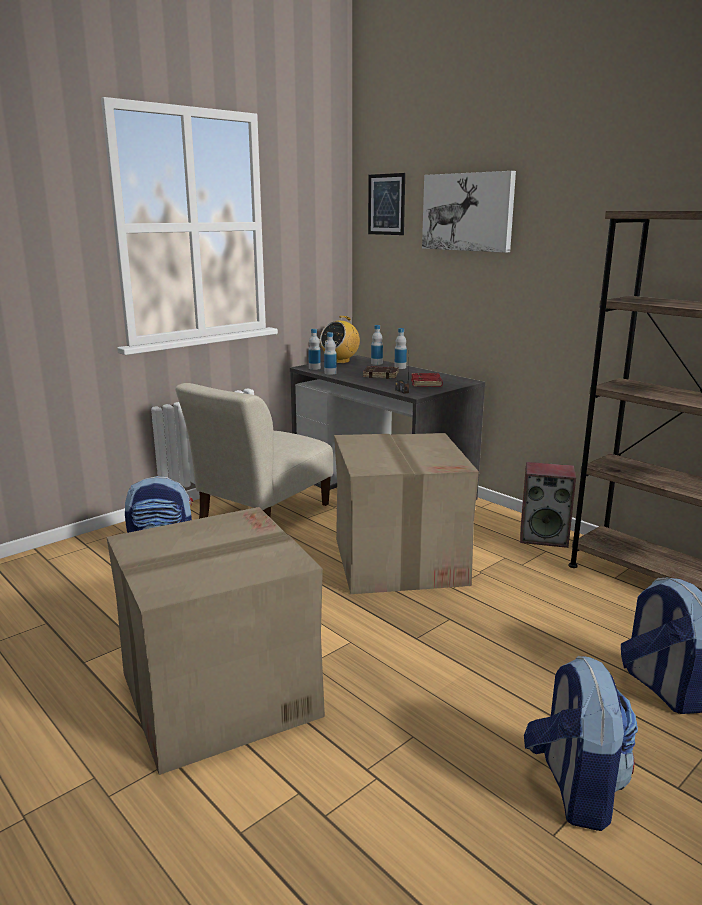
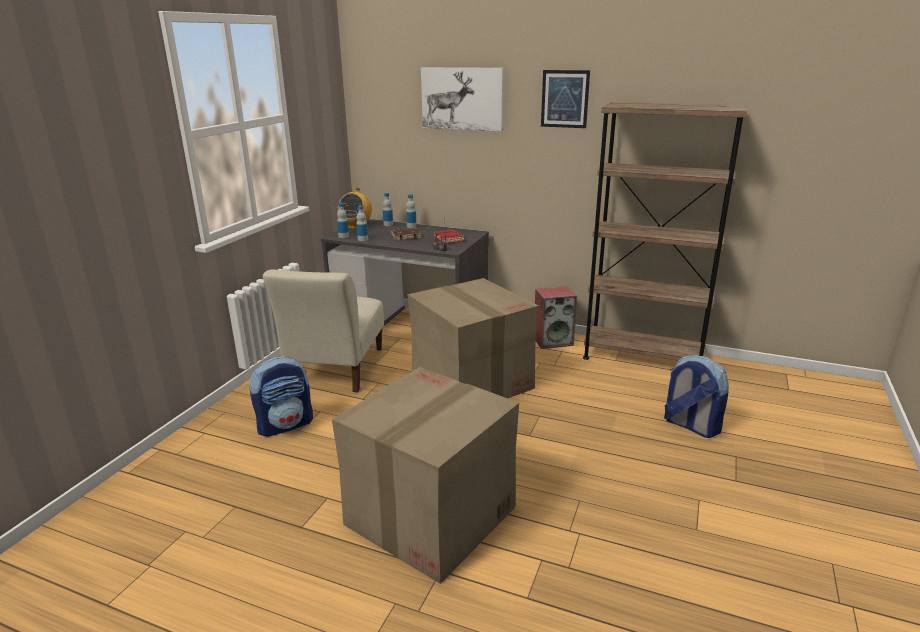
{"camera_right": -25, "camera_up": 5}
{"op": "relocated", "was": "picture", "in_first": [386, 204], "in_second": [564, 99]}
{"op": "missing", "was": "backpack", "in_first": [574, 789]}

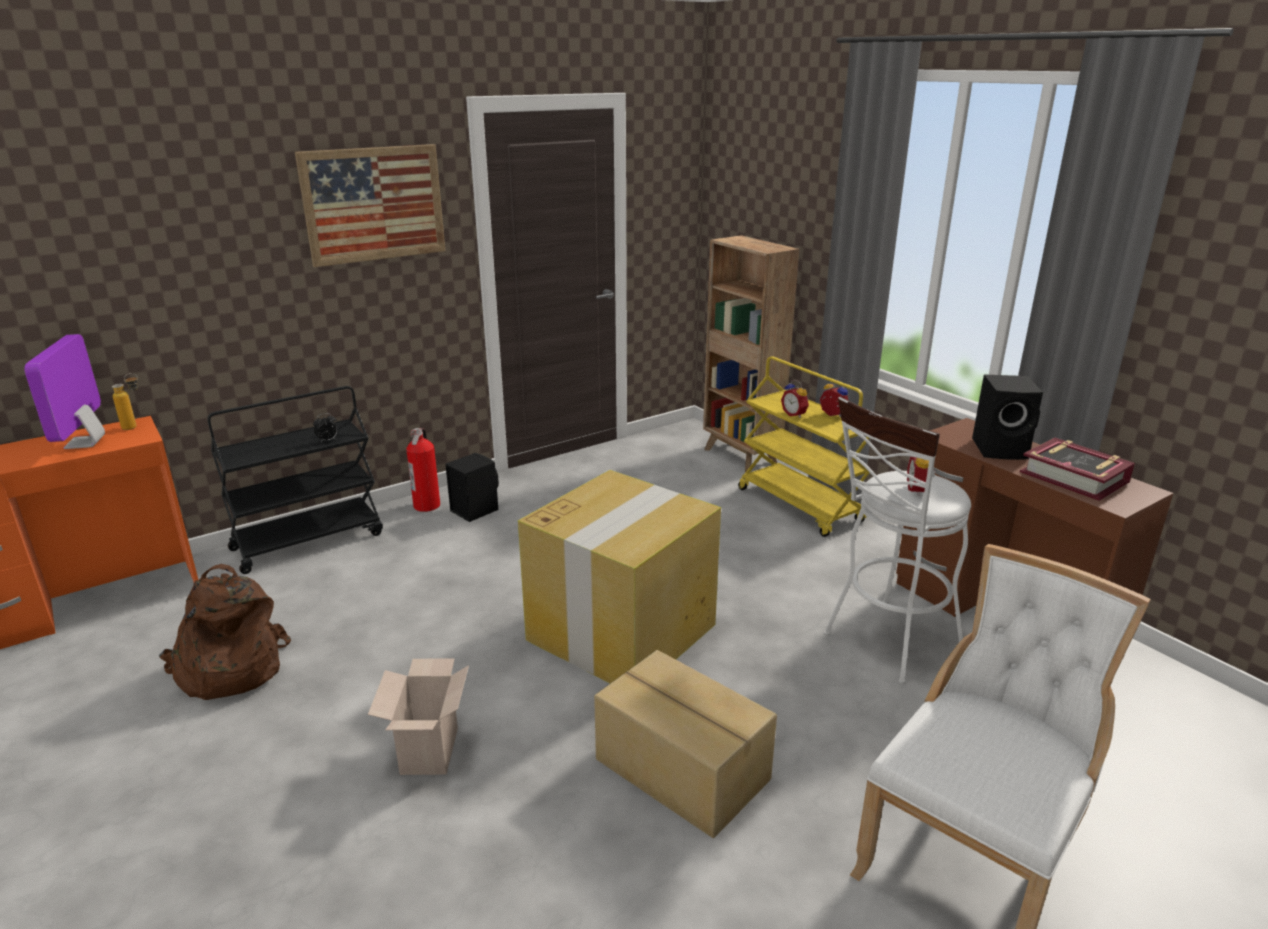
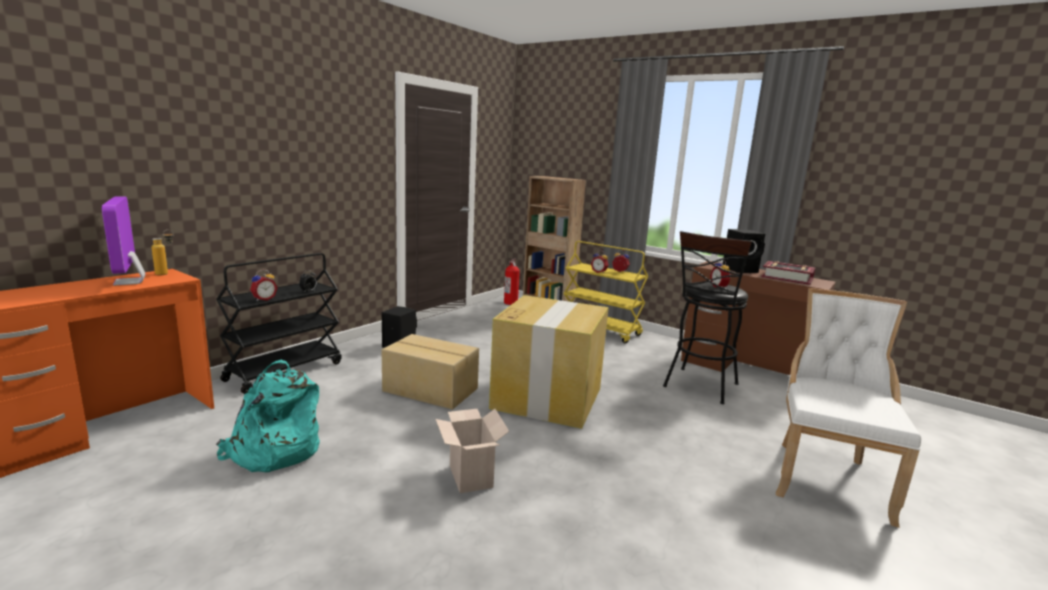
{"camera_right": -20, "camera_up": -10}
{"op": "colour", "was": "brown backpack", "now": "turquoise backpack", "in_first": [228, 669], "in_second": [273, 451]}
{"op": "missing", "was": "picture", "in_first": [374, 204]}
{"op": "relocated", "was": "fire extinguisher", "in_first": [427, 505], "in_second": [511, 303]}
{"op": "relocated", "was": "cardboard box", "in_first": [681, 771], "in_second": [430, 390]}
{"op": "colour", "was": "white stool", "now": "black stool", "in_first": [885, 644], "in_second": [699, 387]}
{"op": "appeared", "now": "alarm clock", "in_second": [263, 299]}

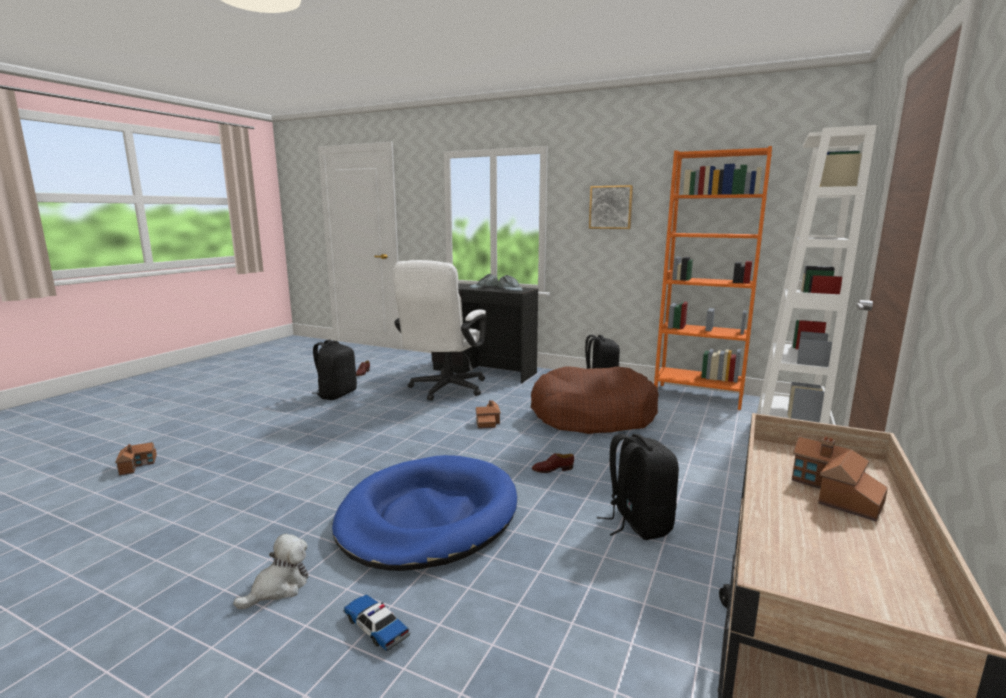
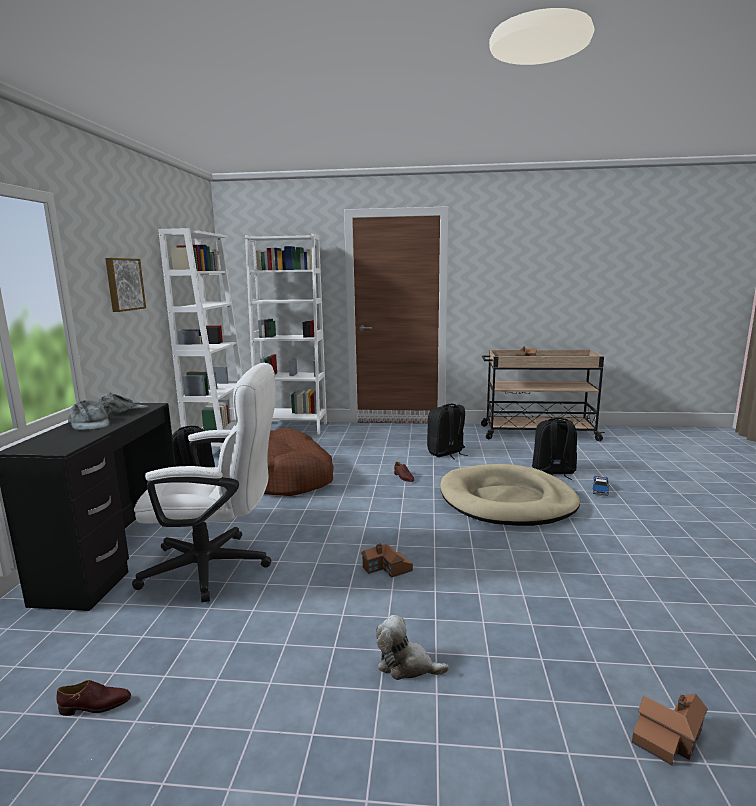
{"camera_right": -110, "camera_up": 0}
{"op": "relocated", "was": "plush toy", "in_first": [279, 587], "in_second": [406, 665]}
{"op": "relocated", "was": "black backpack", "in_first": [336, 394], "in_second": [553, 472]}
{"op": "colour", "was": "blue dog bed", "now": "beige dog bed", "in_first": [428, 517], "in_second": [507, 500]}
{"op": "relocated", "was": "toy house", "in_first": [488, 422], "in_second": [387, 568]}
{"op": "colour", "was": "orange bookcase", "now": "white bookcase", "in_first": [698, 396], "in_second": [220, 447]}

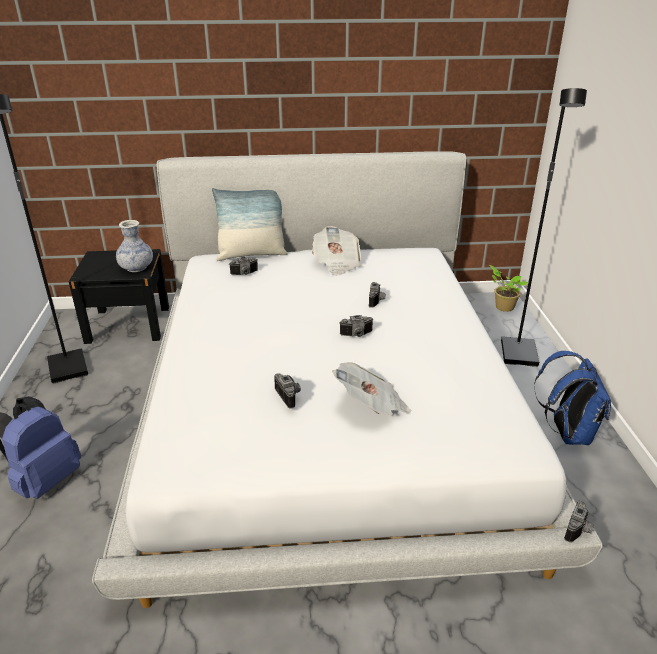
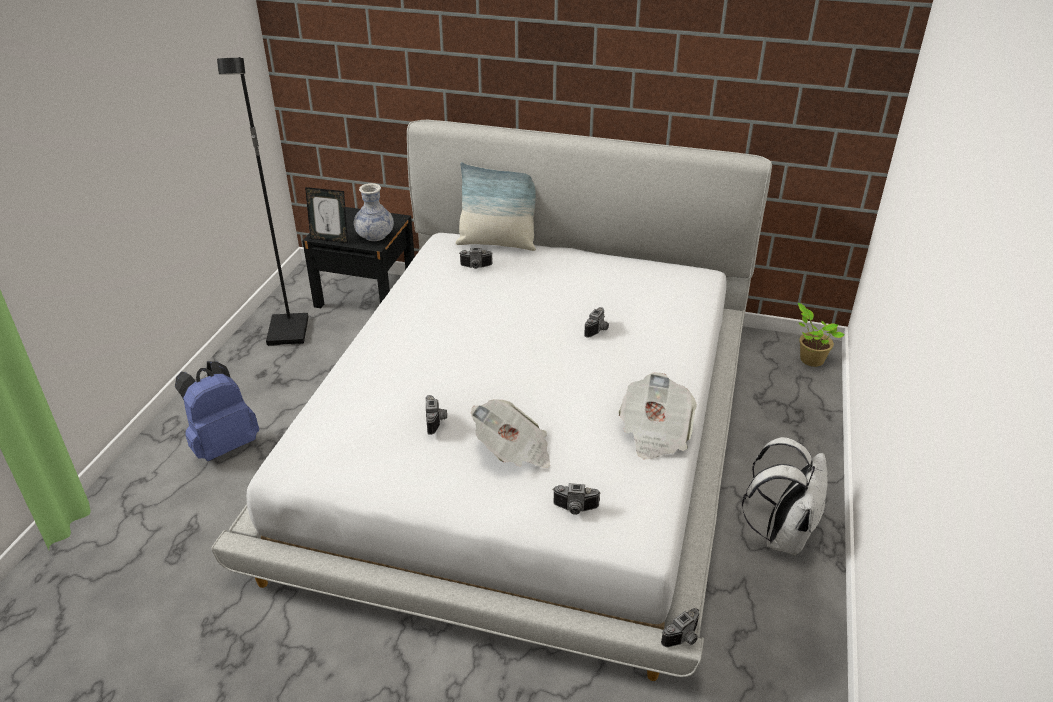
{"camera_right": 20, "camera_up": 5}
{"op": "relocated", "was": "newspaper", "in_first": [336, 264], "in_second": [655, 433]}
{"op": "relocated", "was": "photo camera", "in_first": [357, 335], "in_second": [575, 509]}
{"op": "missing", "was": "black floor lamp", "in_first": [520, 354]}
{"op": "colour", "was": "blue backpack", "now": "white backpack", "in_first": [567, 433], "in_second": [781, 535]}
{"op": "appeared", "now": "picture frame", "in_second": [330, 239]}

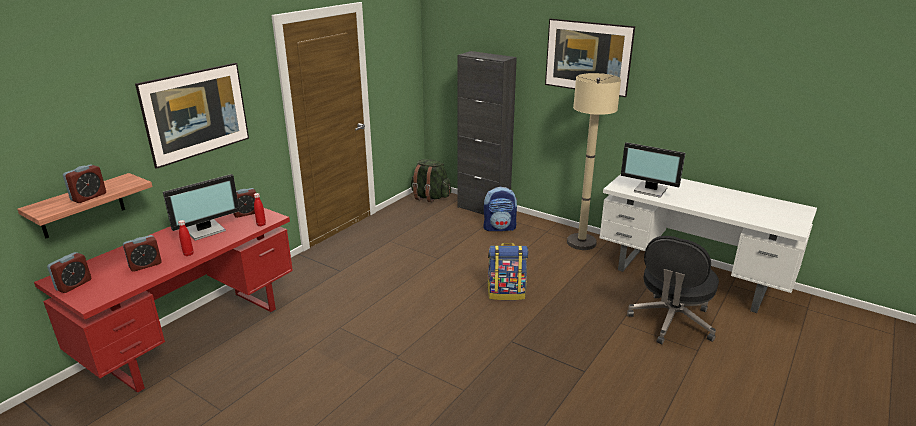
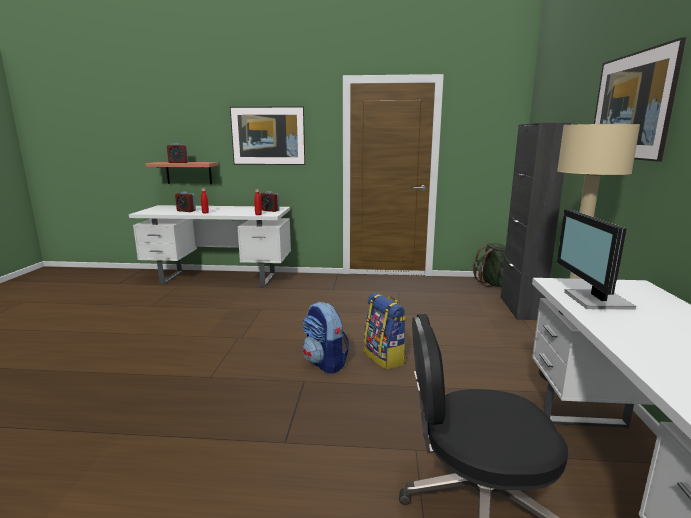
{"camera_right": 60, "camera_up": -10}
{"op": "colour", "was": "red desk", "now": "white desk", "in_first": [195, 336], "in_second": [219, 279]}
{"op": "missing", "was": "alarm clock", "in_first": [74, 285]}
{"op": "missing", "was": "monitor", "in_first": [206, 230]}
{"op": "relocated", "was": "backpack", "in_first": [499, 228], "in_second": [325, 363]}

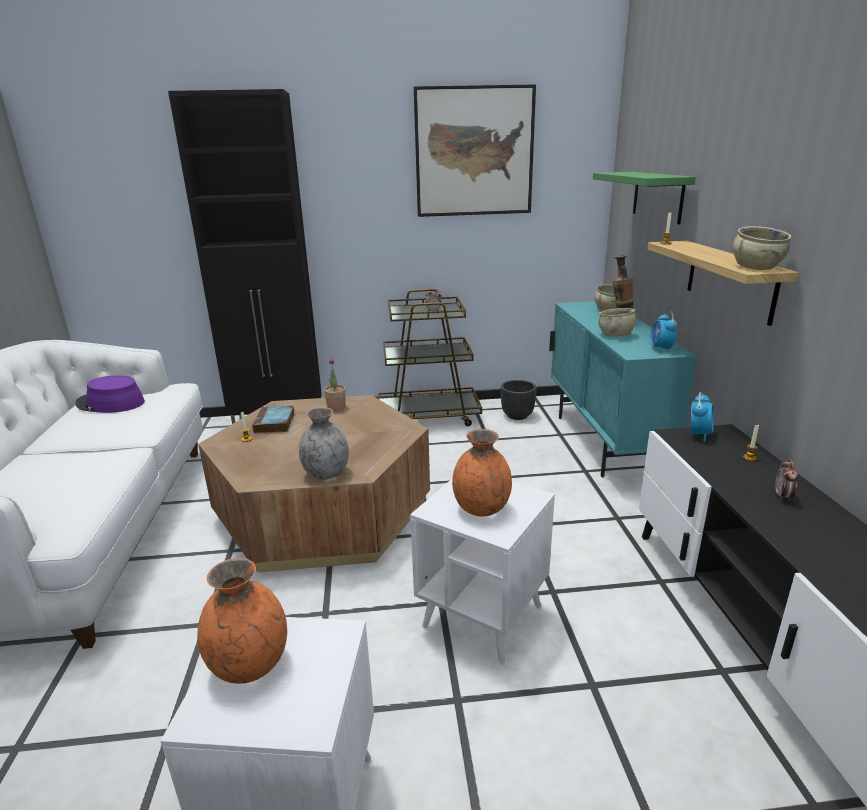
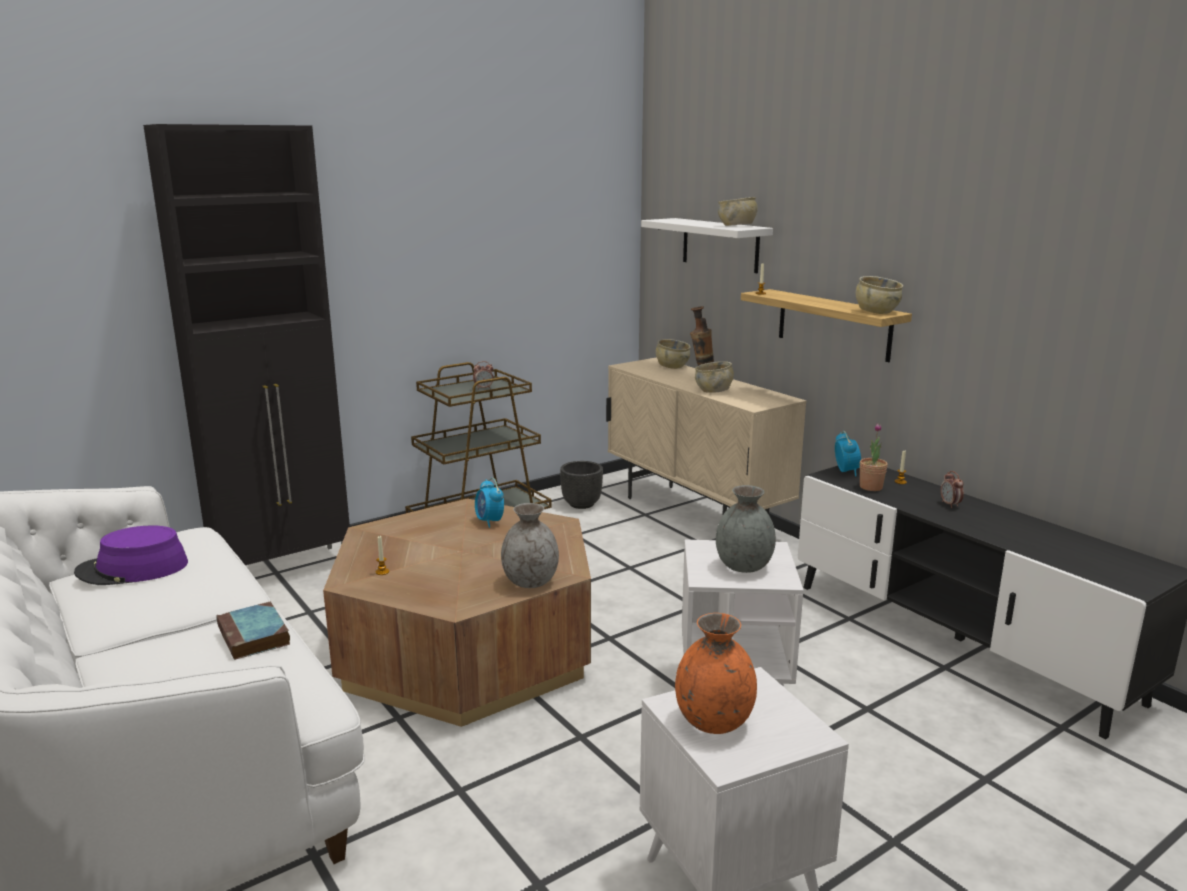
{"camera_right": -30, "camera_up": -5}
{"op": "relocated", "was": "book", "in_first": [275, 423], "in_second": [255, 637]}
{"op": "relocated", "was": "potted plant", "in_first": [336, 408], "in_second": [871, 487]}
{"op": "missing", "was": "picture", "in_first": [474, 152]}
{"op": "colour", "was": "orange vase", "now": "grey vase", "in_first": [481, 508], "in_second": [744, 567]}
{"op": "colour", "was": "turquoise cabinet", "now": "beige cabinet", "in_first": [603, 443], "in_second": [695, 514]}
{"op": "colour", "was": "green shelf", "now": "white shelf", "in_first": [657, 196], "in_second": [720, 245]}
{"op": "relocated", "was": "alarm clock", "in_first": [661, 349], "in_second": [489, 521]}
{"op": "appeared", "now": "beige bowl", "in_second": [737, 226]}

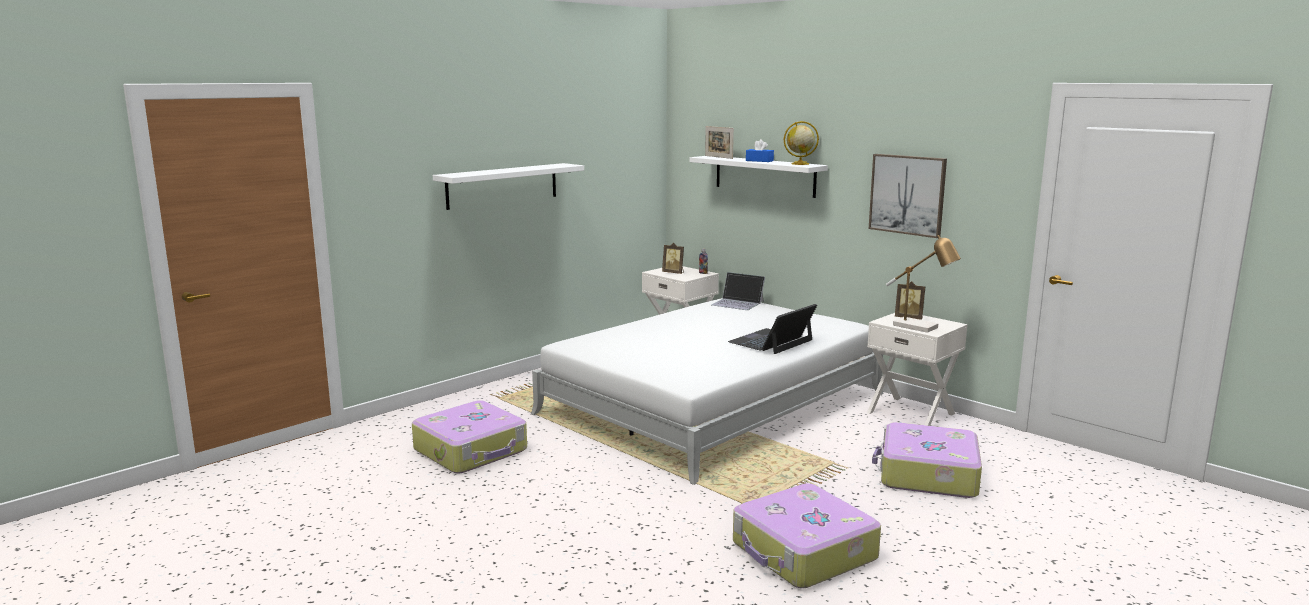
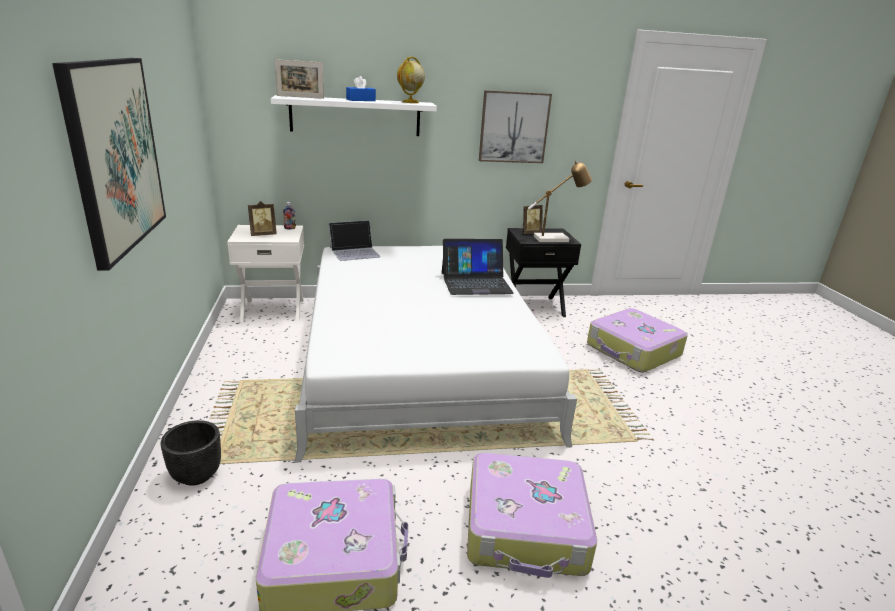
{"camera_right": -55, "camera_up": 10}
{"op": "exchanged", "was": "white shelf", "now": "picture", "in_first": [502, 185], "in_second": [115, 156]}
{"op": "spun", "was": "laptop", "in_first": [771, 341], "in_second": [476, 282], "clockwise": -90}
{"op": "relocated", "was": "suitcase", "in_first": [803, 552], "in_second": [526, 528]}
{"op": "colour", "was": "white nightstand", "now": "black nightstand", "in_first": [911, 413], "in_second": [533, 306]}
{"op": "appeared", "now": "black planter", "in_second": [196, 475]}

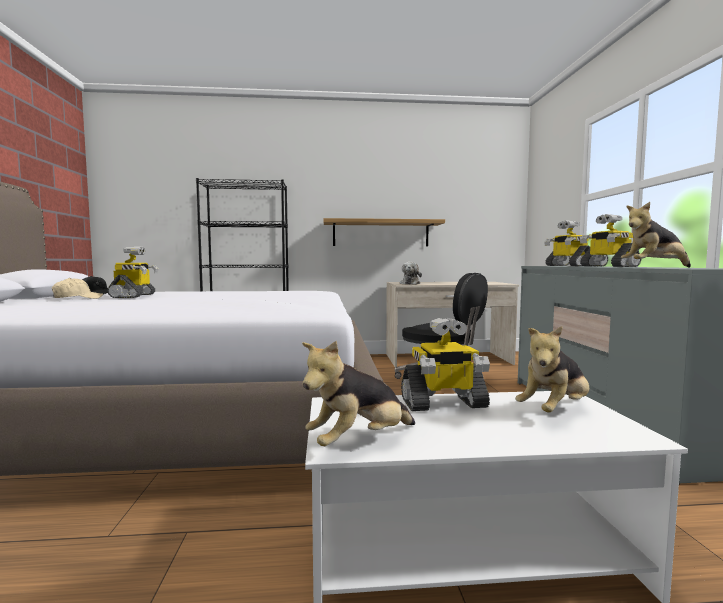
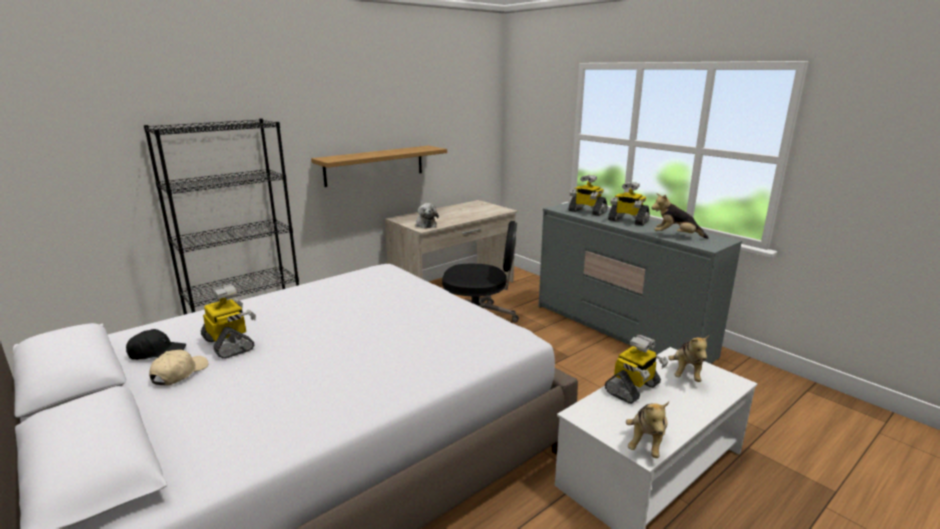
{"camera_right": -35, "camera_up": 15}
{"op": "spun", "was": "plush toy", "in_first": [654, 267], "in_second": [675, 236], "clockwise": 60}

